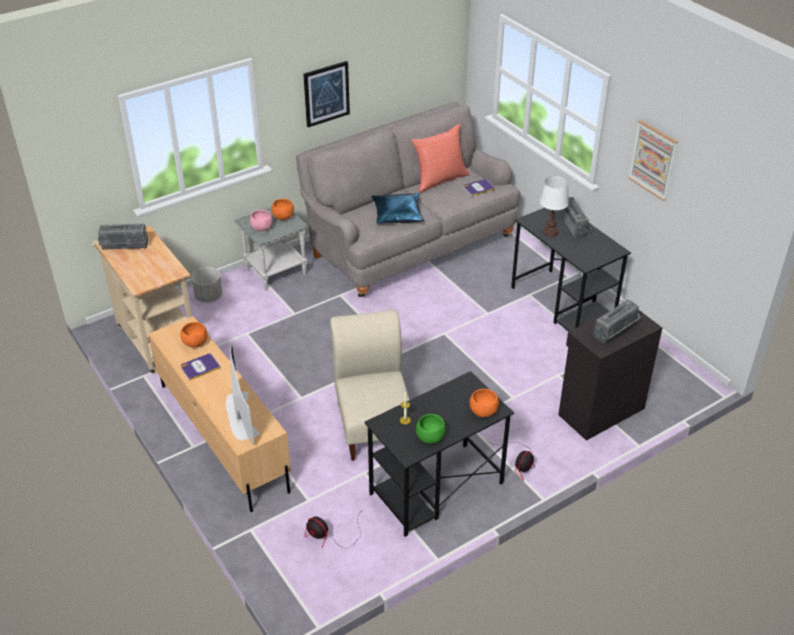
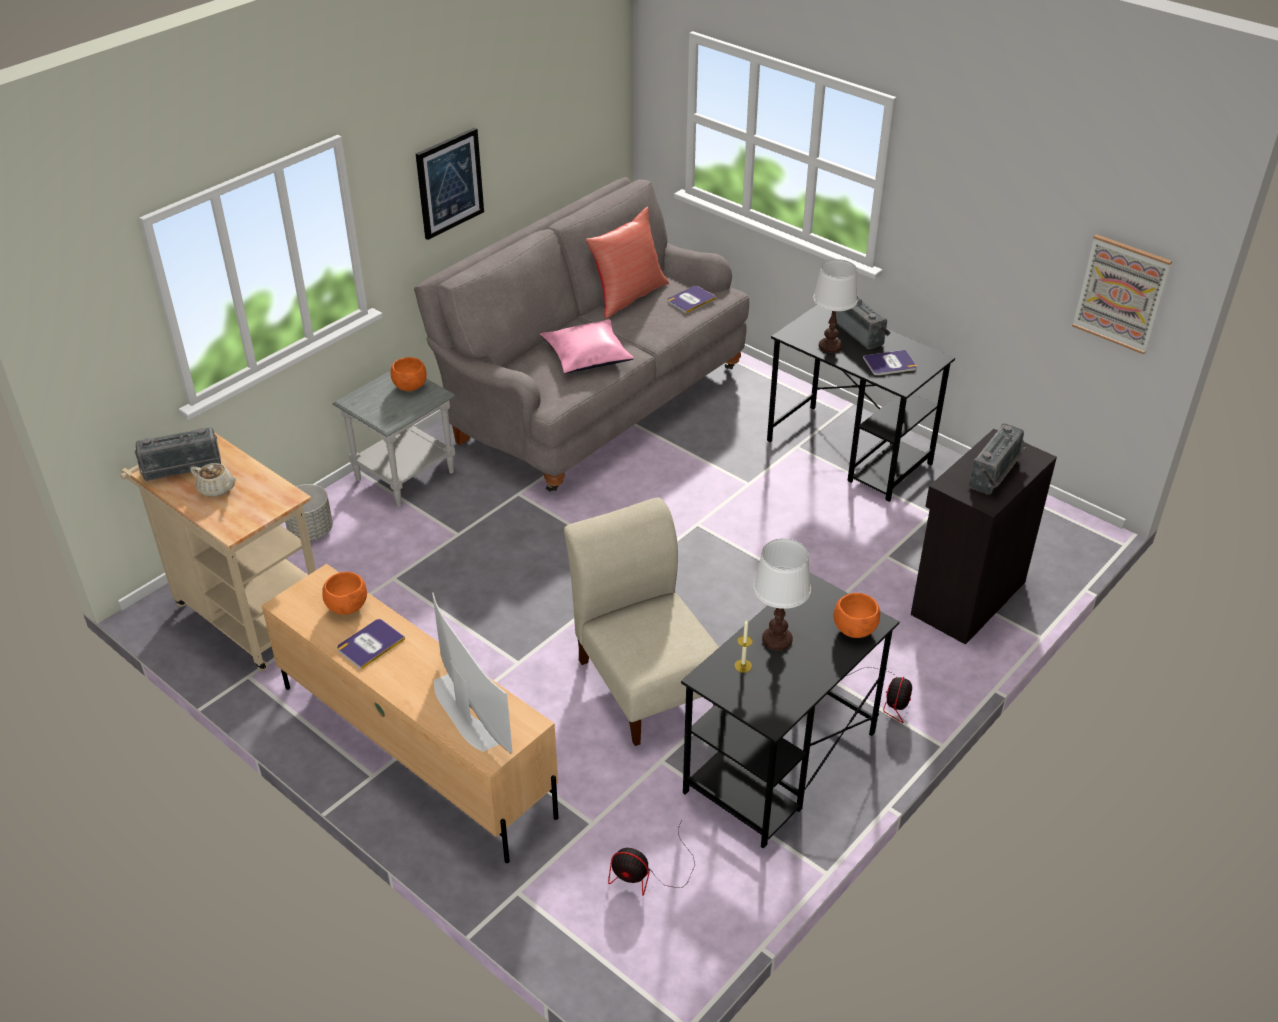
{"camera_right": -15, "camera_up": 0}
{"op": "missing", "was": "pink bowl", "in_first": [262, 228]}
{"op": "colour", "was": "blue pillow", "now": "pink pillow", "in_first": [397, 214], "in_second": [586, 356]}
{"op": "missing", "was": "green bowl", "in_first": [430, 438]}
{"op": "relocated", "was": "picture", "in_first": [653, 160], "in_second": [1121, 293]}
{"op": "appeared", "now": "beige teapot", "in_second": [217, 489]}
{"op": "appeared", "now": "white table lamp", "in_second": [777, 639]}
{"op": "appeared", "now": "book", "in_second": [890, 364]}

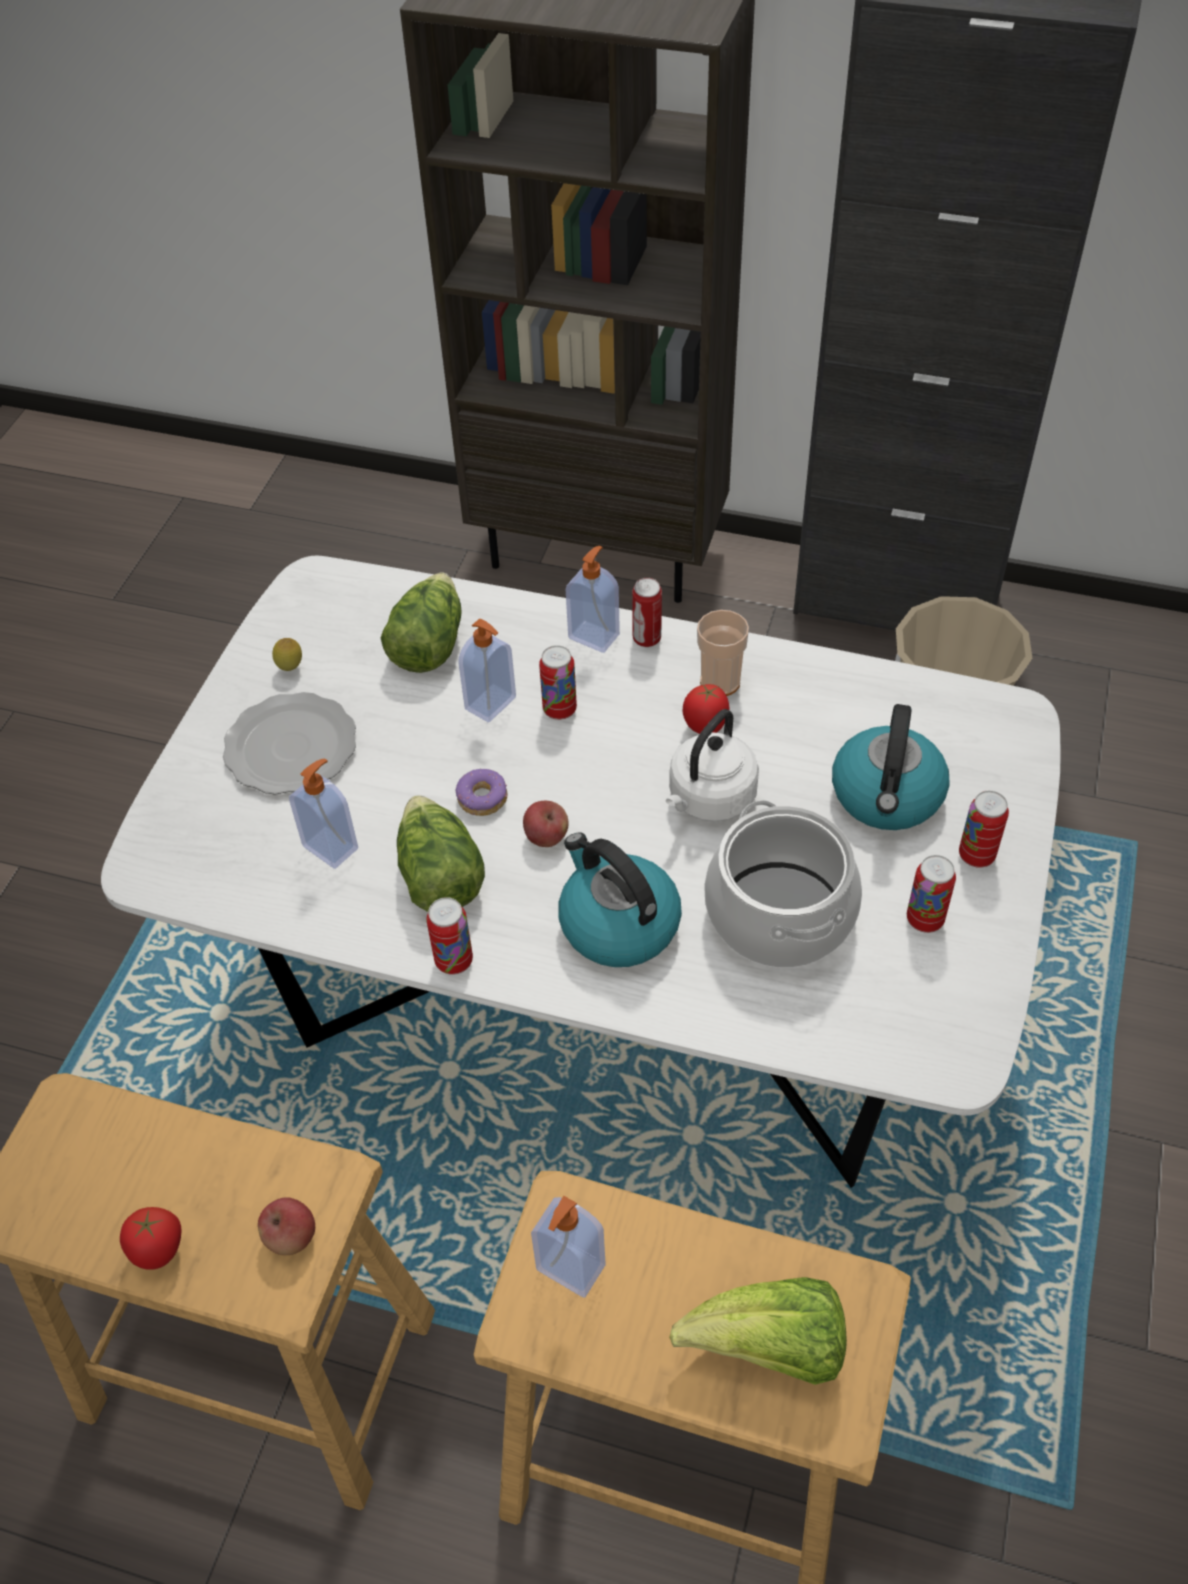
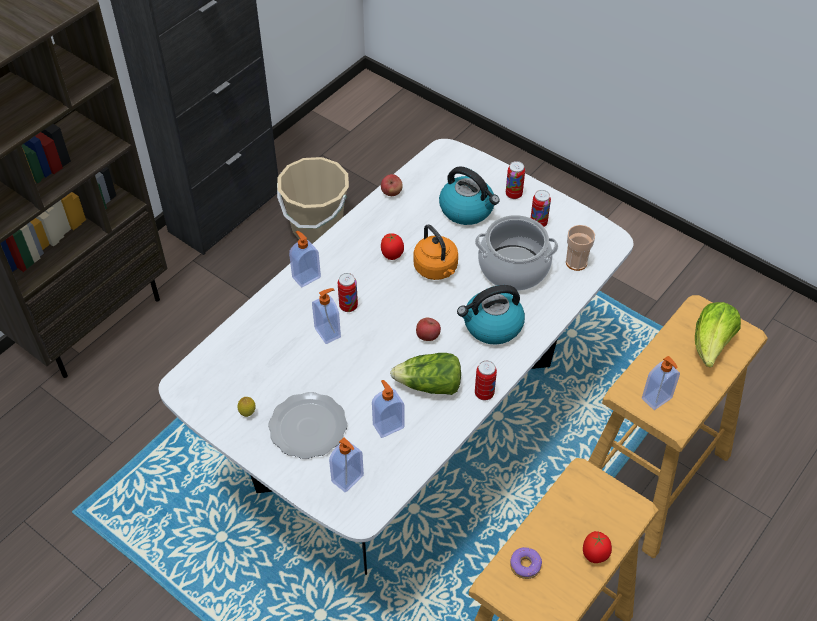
{"camera_right": -70, "camera_up": 0}
{"op": "relocated", "was": "apple", "in_first": [291, 1237], "in_second": [391, 193]}
{"op": "missing", "was": "lettuce", "in_first": [427, 644]}
{"op": "relocated", "was": "donut", "in_first": [483, 798], "in_second": [525, 565]}
{"op": "missing", "was": "can", "in_first": [647, 639]}
{"op": "colour", "was": "white kettle", "now": "orange kettle", "in_first": [709, 799], "in_second": [437, 269]}
{"op": "relocated", "was": "cup", "in_first": [720, 682], "in_second": [576, 262]}
{"op": "appeared", "now": "soap dispenser", "in_second": [348, 479]}

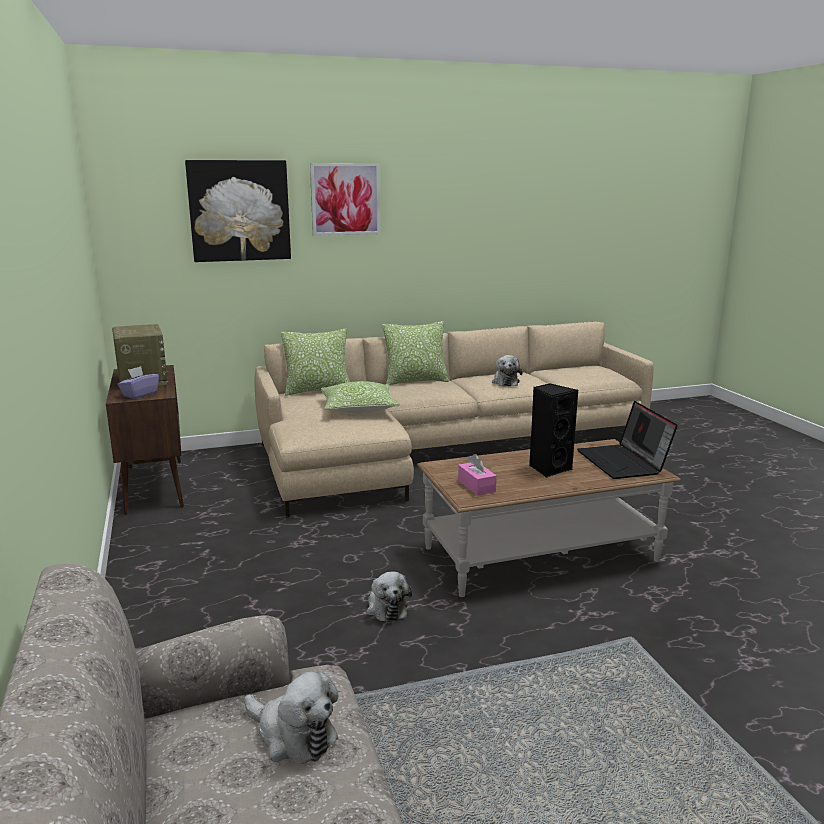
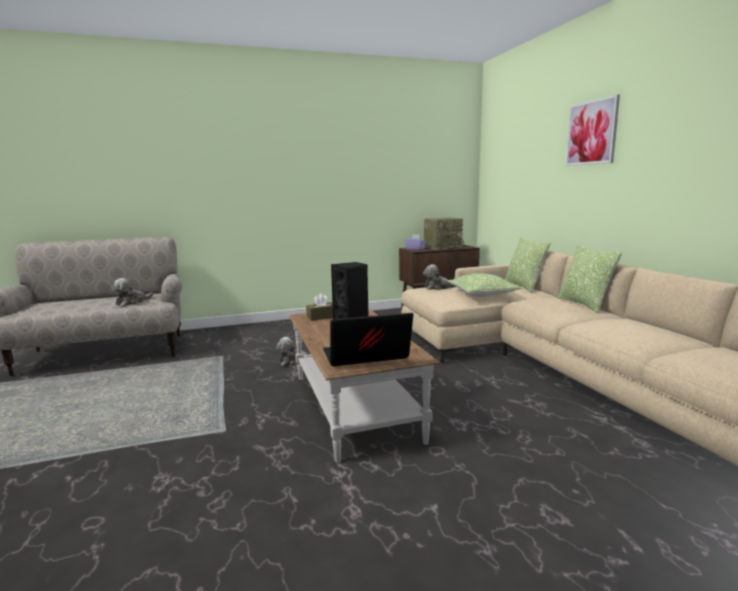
{"camera_right": 90, "camera_up": -5}
{"op": "missing", "was": "picture", "in_first": [239, 211]}
{"op": "colour", "was": "pink tissue box", "now": "brown tissue box", "in_first": [476, 486], "in_second": [322, 317]}
{"op": "relocated", "was": "plush toy", "in_first": [505, 382], "in_second": [438, 287]}

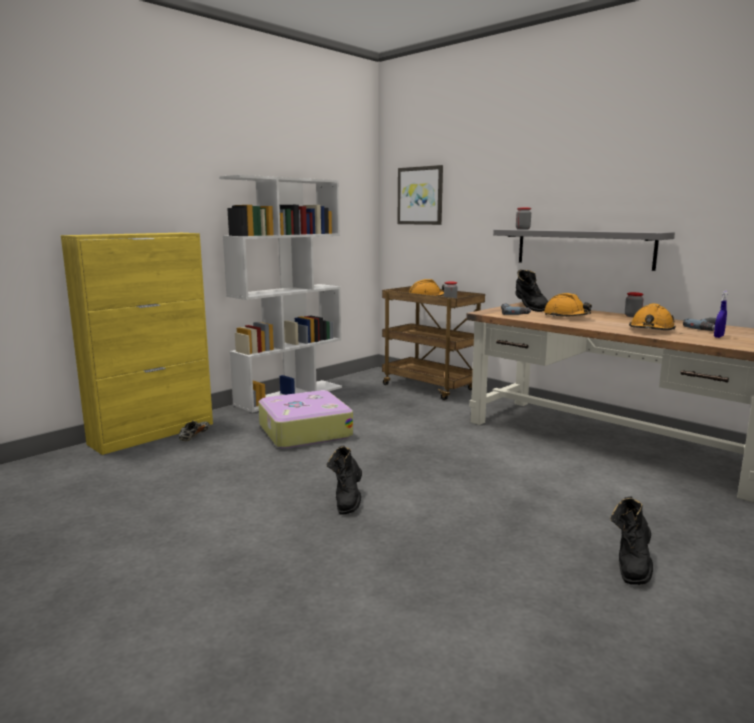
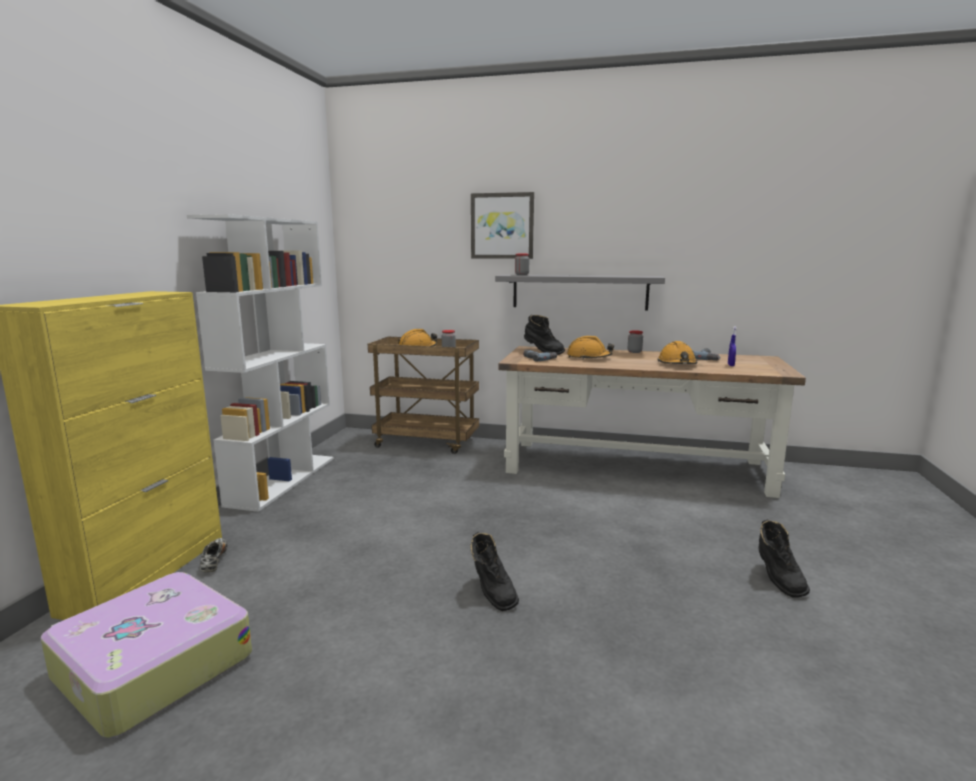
{"camera_right": -30, "camera_up": 0}
{"op": "relocated", "was": "suitcase", "in_first": [304, 431], "in_second": [151, 666]}
{"op": "relocated", "was": "picture", "in_first": [420, 195], "in_second": [502, 226]}

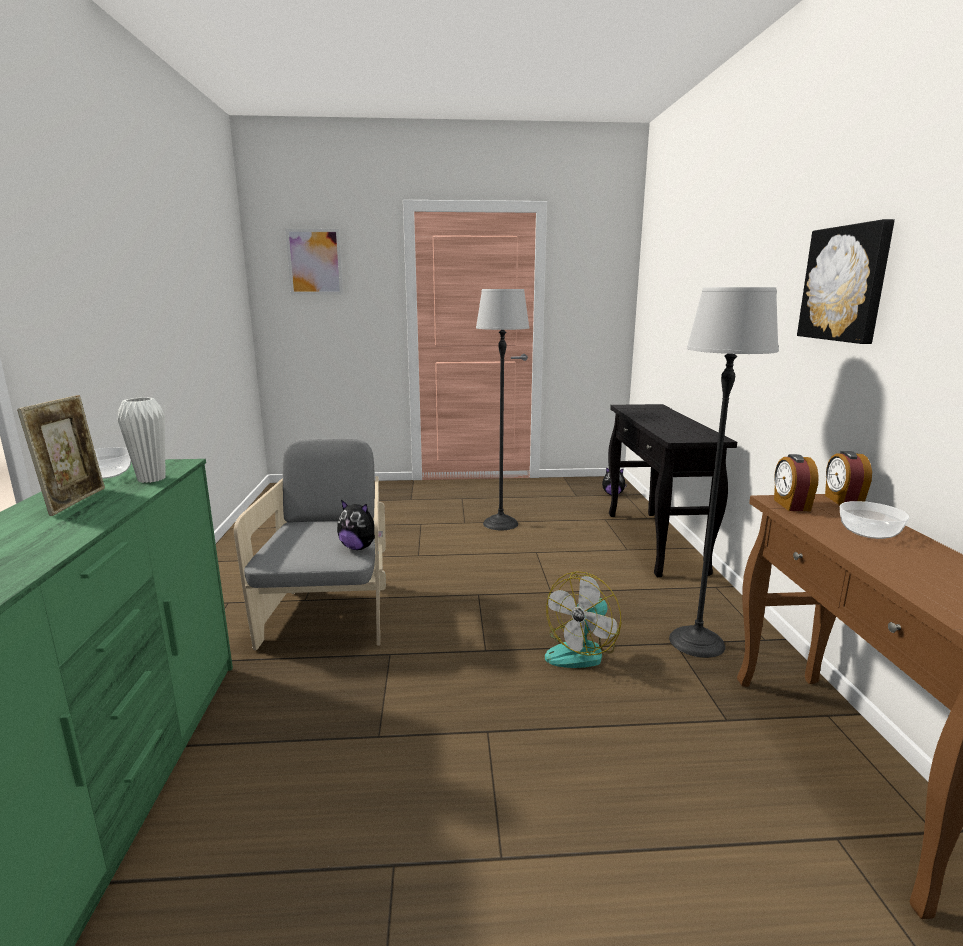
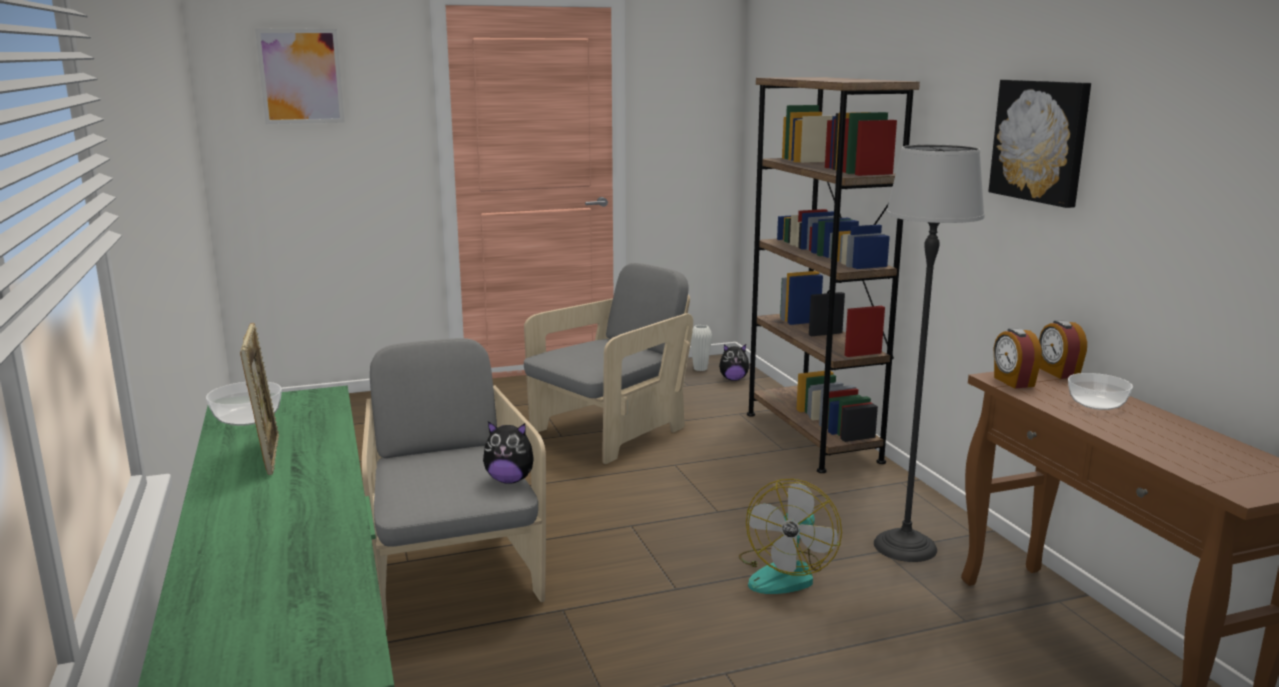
{"camera_right": -15, "camera_up": 0}
{"op": "relocated", "was": "white vase", "in_first": [151, 479], "in_second": [700, 369]}
{"op": "exchanged", "was": "floor lamp", "now": "grey armchair", "in_first": [500, 523], "in_second": [610, 432]}
{"op": "exchanged", "was": "black console table", "now": "brown bookcase", "in_first": [655, 542], "in_second": [812, 437]}

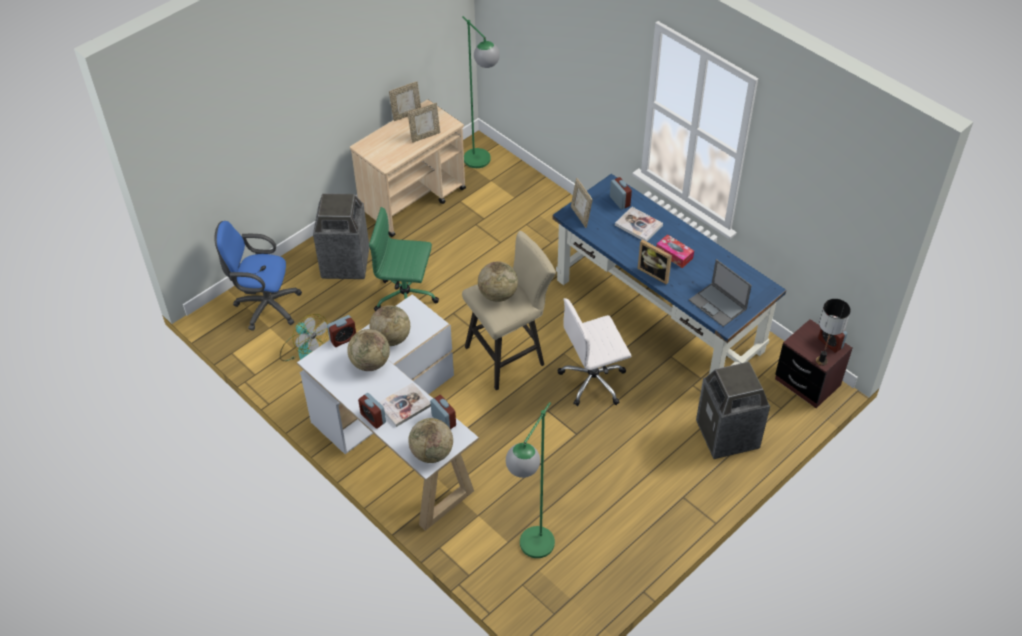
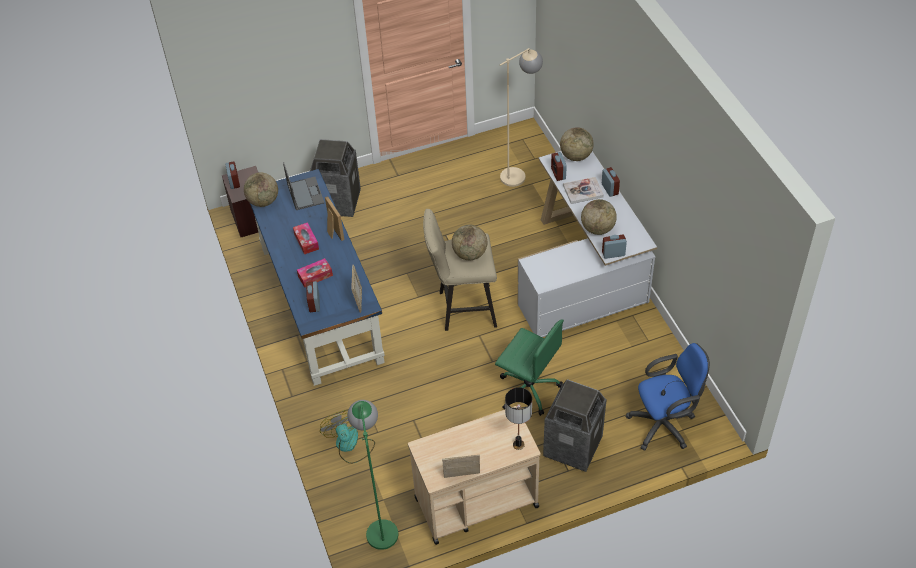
{"camera_right": -155, "camera_up": 0}
{"op": "spun", "was": "blue office chair", "in_first": [264, 306], "in_second": [665, 424], "clockwise": -45}
{"op": "relocated", "was": "fan", "in_first": [304, 349], "in_second": [350, 445]}
{"op": "relocated", "was": "globe", "in_first": [391, 338], "in_second": [263, 201]}
{"op": "missing", "was": "picture frame", "in_first": [425, 136]}
{"op": "colour", "was": "green floor lamp", "now": "beige floor lamp", "in_first": [531, 553], "in_second": [519, 173]}
{"op": "missing", "was": "white office chair", "in_first": [594, 381]}
{"op": "exchanged", "was": "book", "now": "tissue box", "in_first": [638, 225], "in_second": [315, 276]}
{"op": "relocated", "was": "table lamp", "in_first": [822, 361], "in_second": [518, 444]}

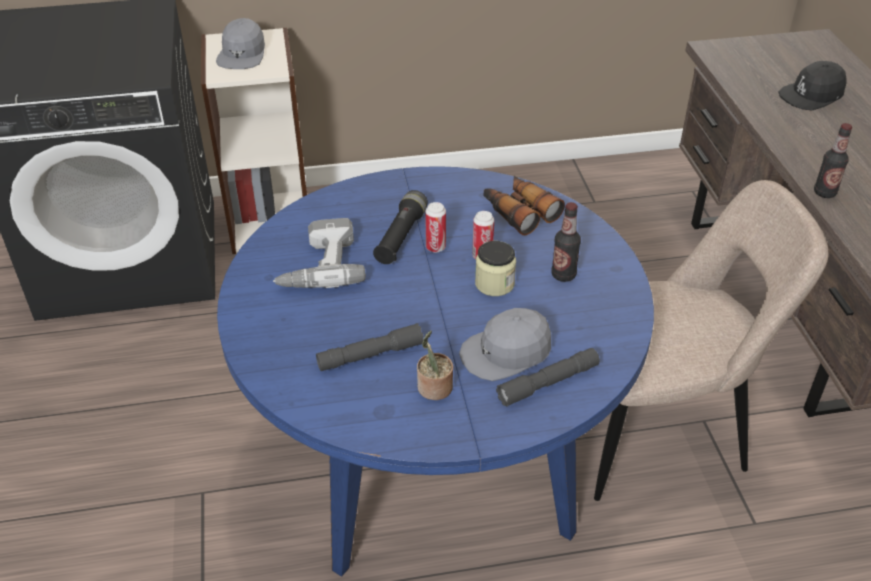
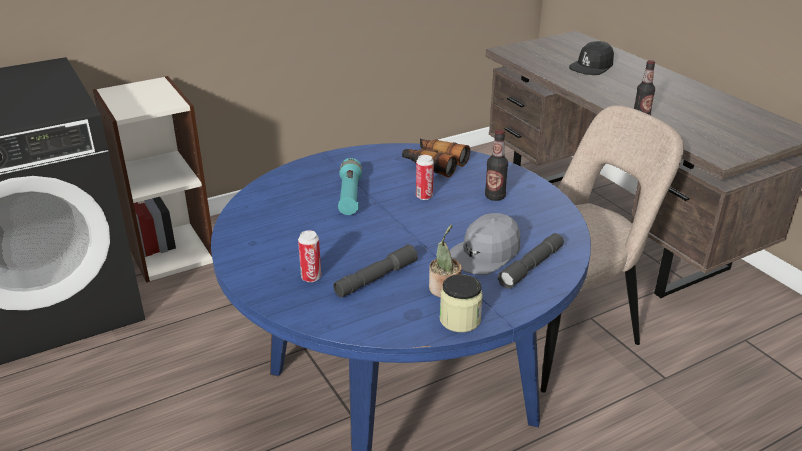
{"camera_right": -20, "camera_up": -10}
{"op": "missing", "was": "grey cap", "in_first": [242, 54]}
{"op": "missing", "was": "power drill", "in_first": [318, 265]}
{"op": "colour", "was": "black flashlight", "now": "turquoise flashlight", "in_first": [401, 237], "in_second": [349, 196]}
{"op": "relocated", "was": "can", "in_first": [435, 247], "in_second": [311, 277]}
{"op": "relocated", "was": "jar", "in_first": [494, 284], "in_second": [460, 320]}

